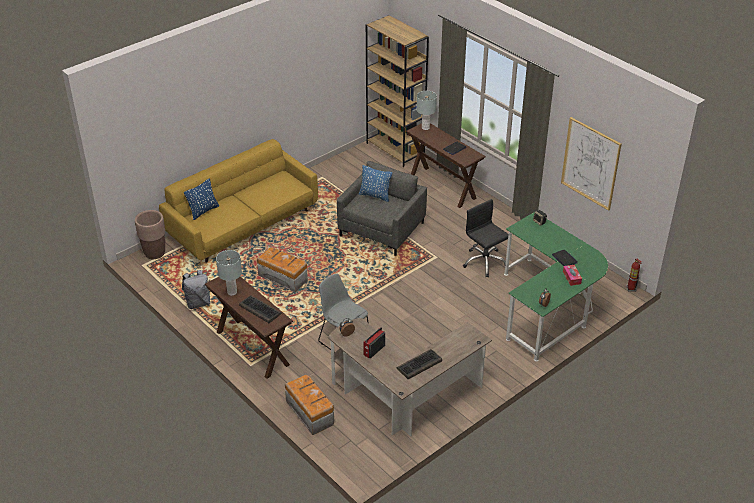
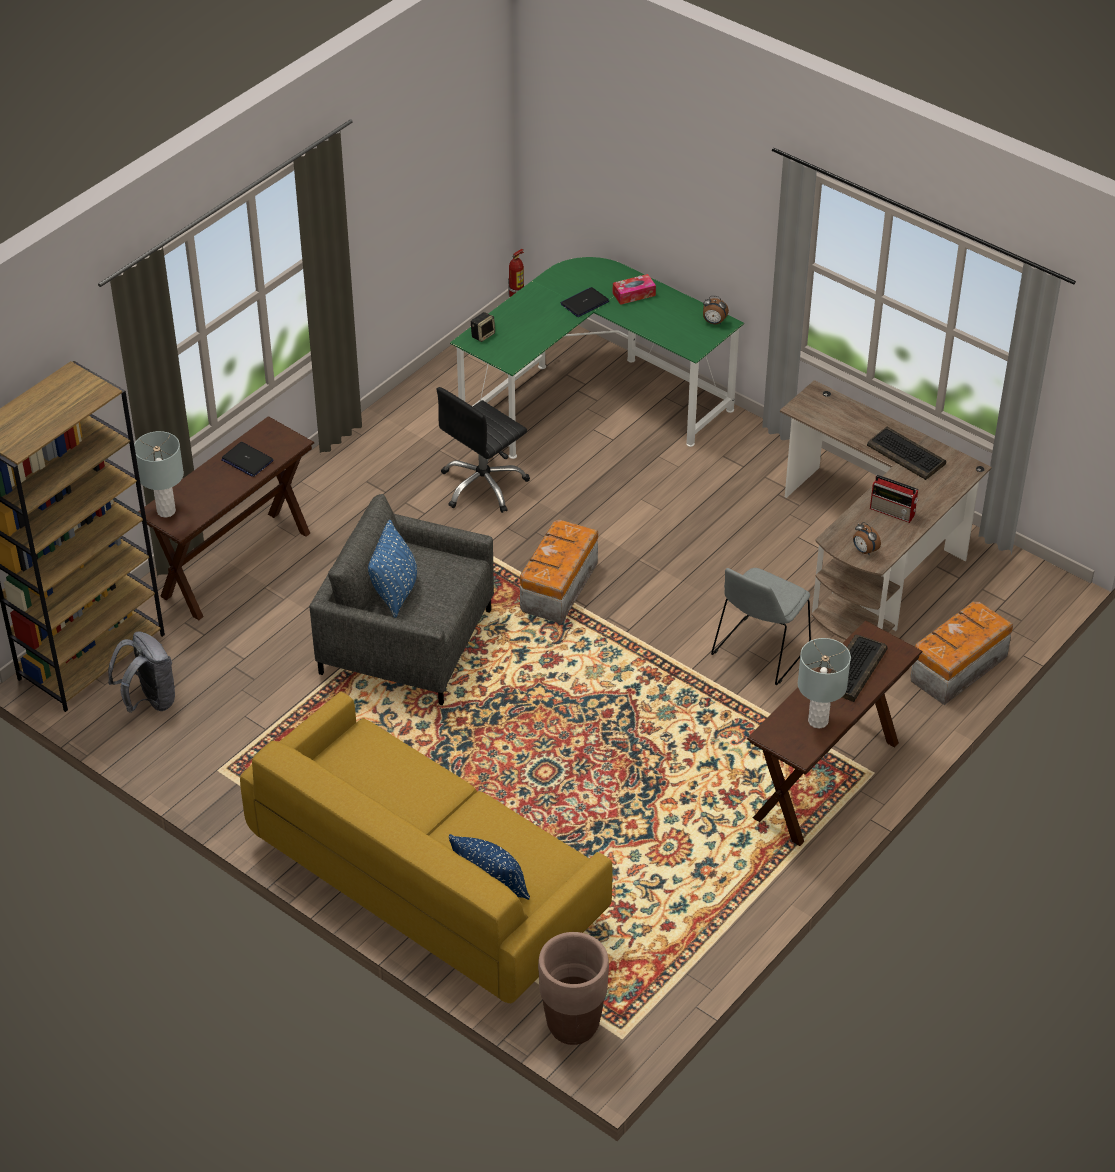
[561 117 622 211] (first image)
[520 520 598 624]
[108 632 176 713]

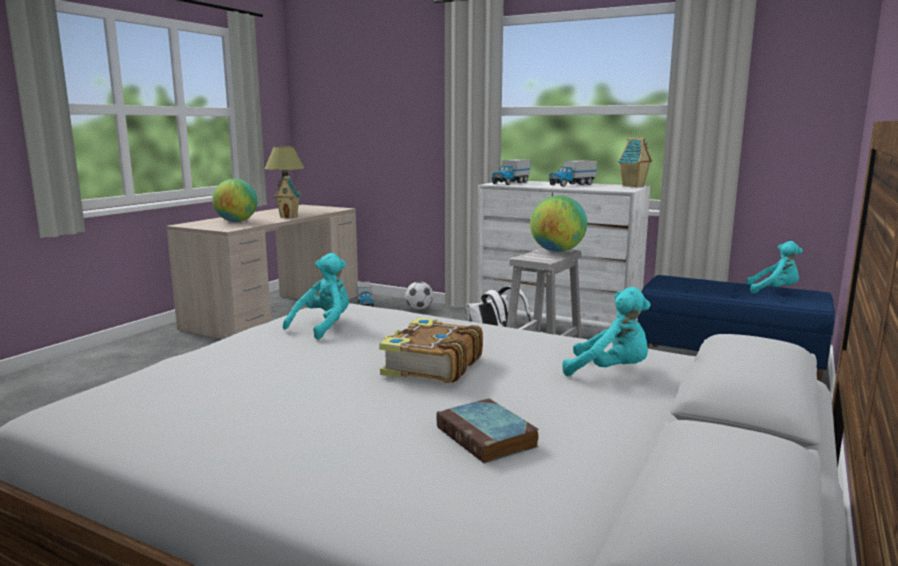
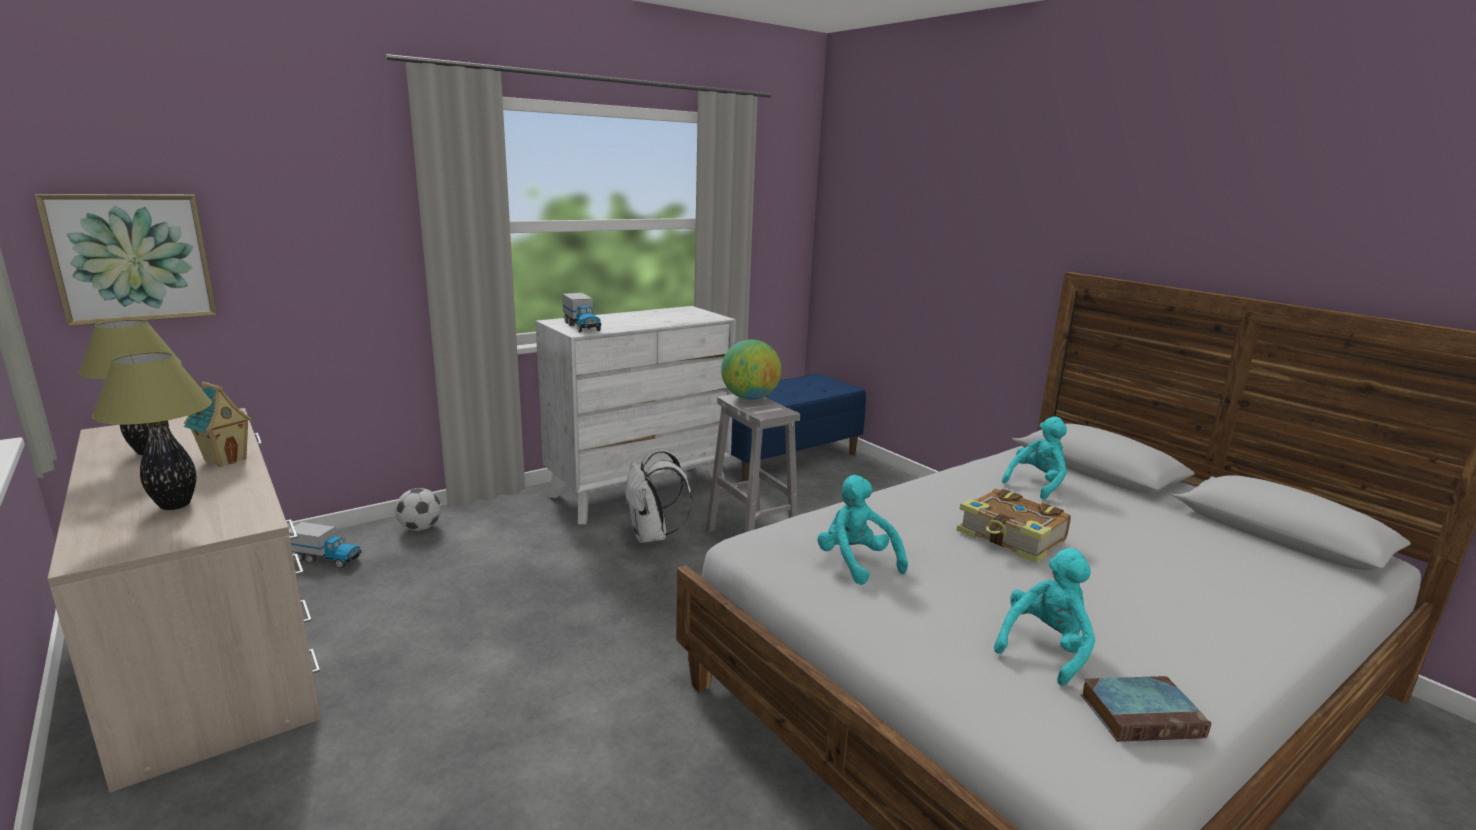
[618 137 652 187] (first image)
[548 160 597 187] (first image)
[92 352 212 510]
[994 548 1095 686]
[1080 676 1211 742]
[34 194 217 326]

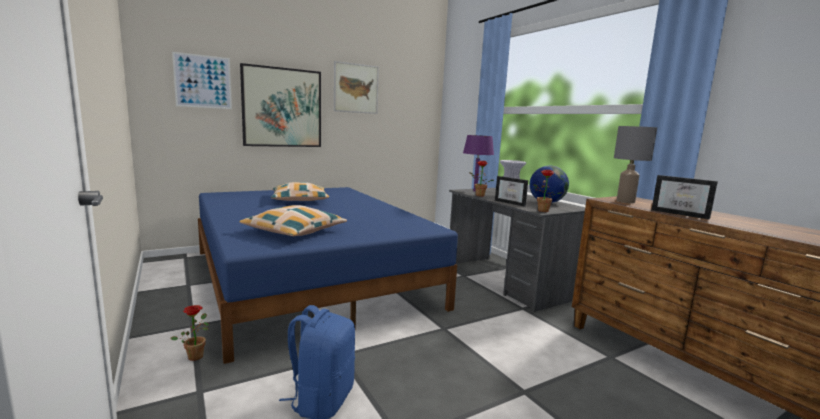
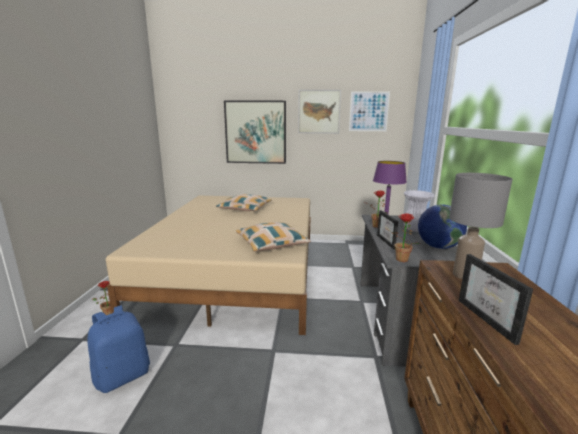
[349 91 390 131]
[106 196 311 335]
[236 222 311 251]

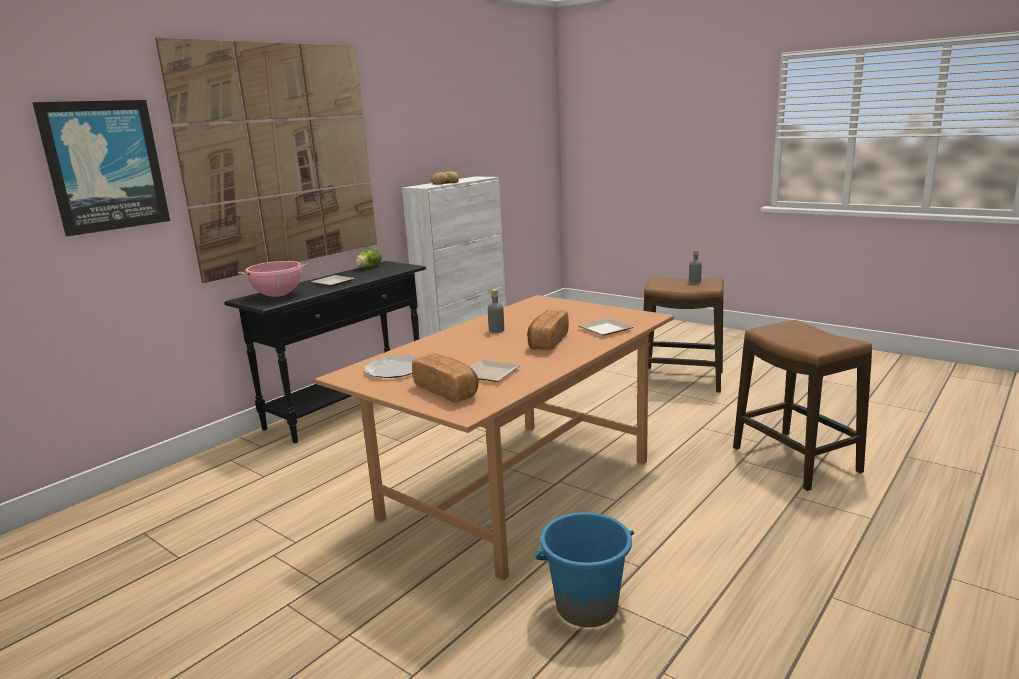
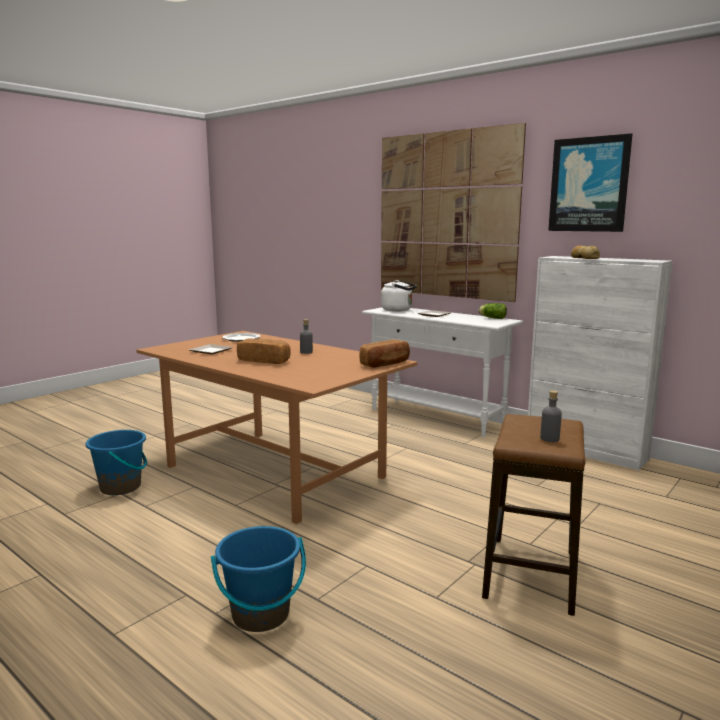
[548 133 632 232]
[362 308 523 437]
[381 280 417 312]
[578 318 634 336] (first image)
[211 526 306 632]
[359 339 410 368]

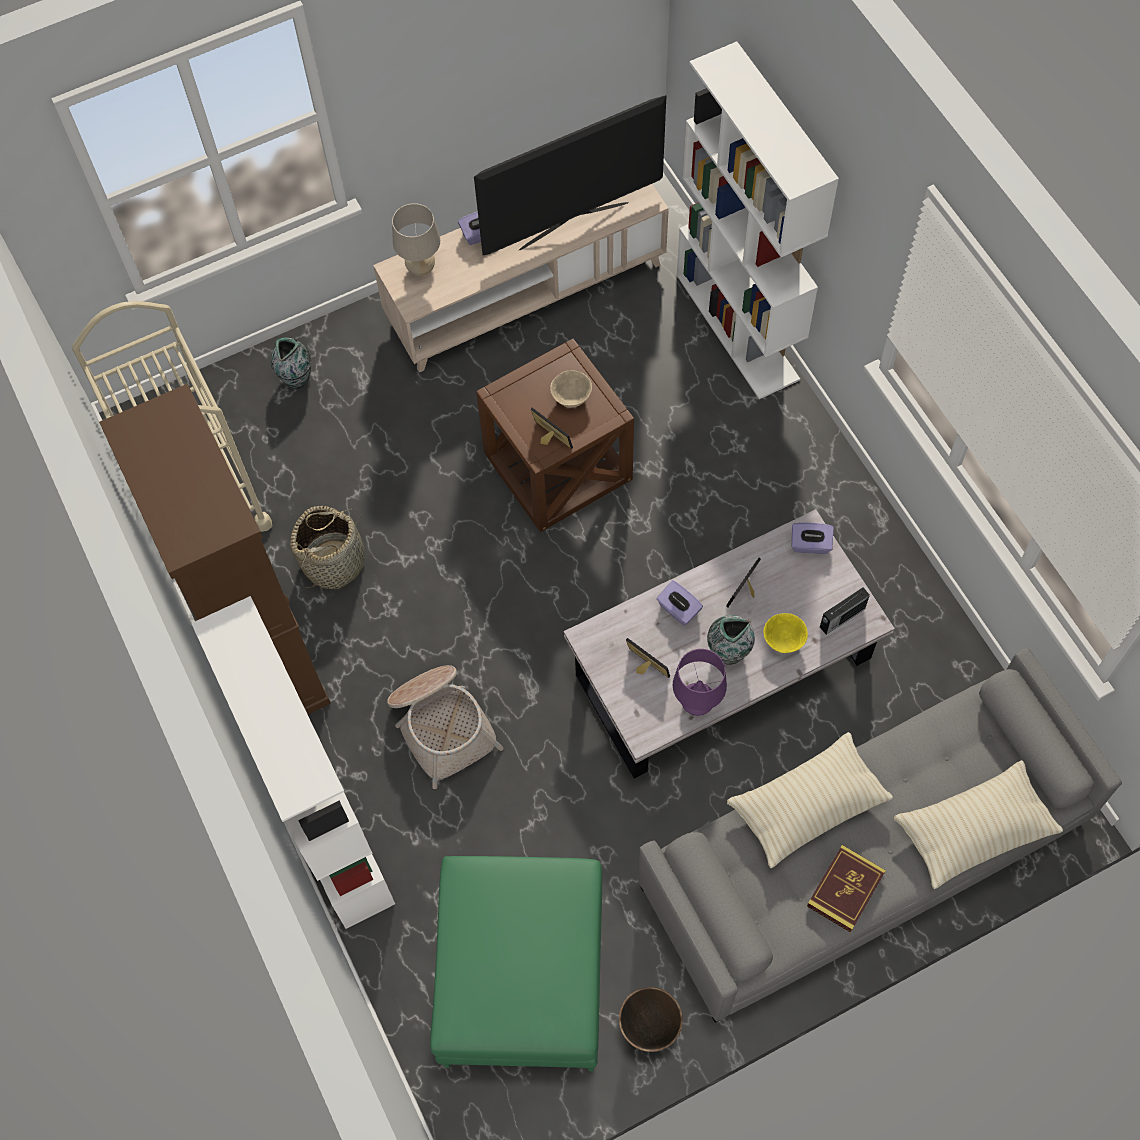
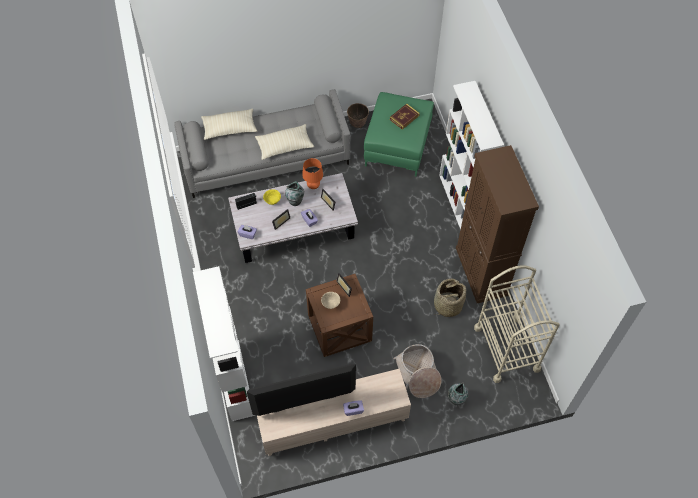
[392 203 440 276] (first image)
[302 158 323 189]
[393 344 442 398]
[389 104 420 130]

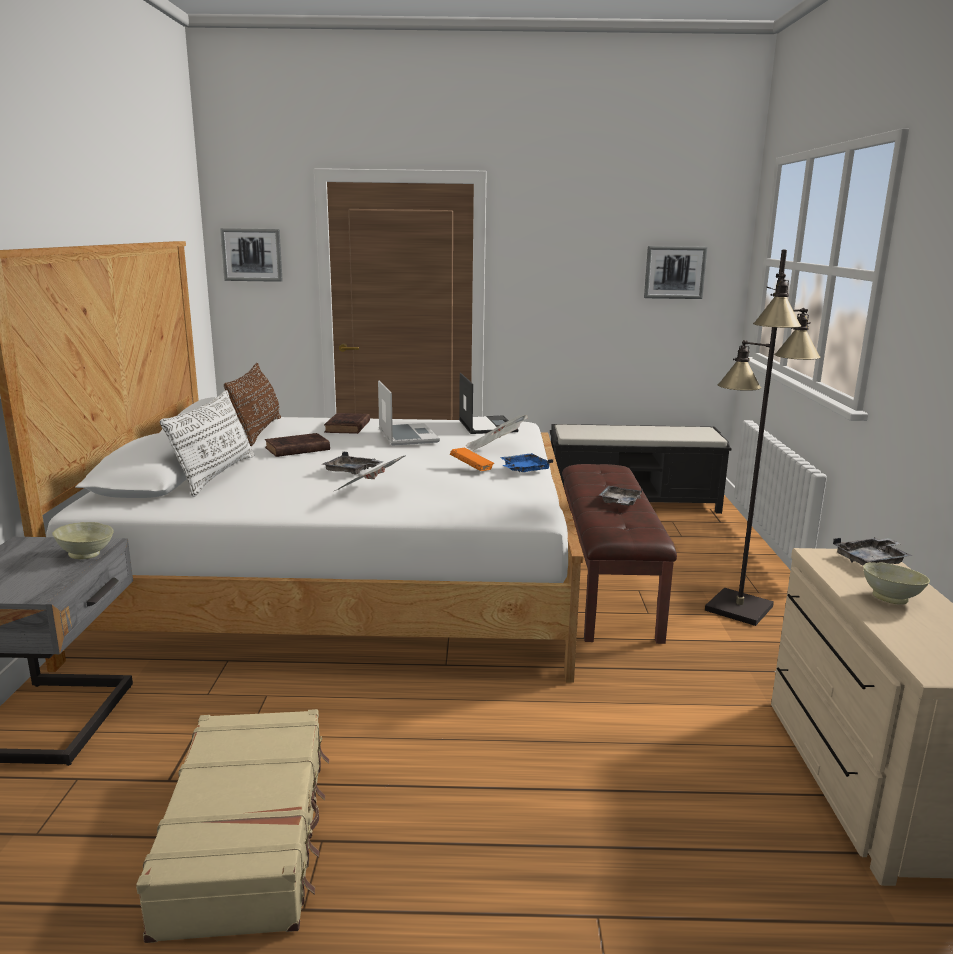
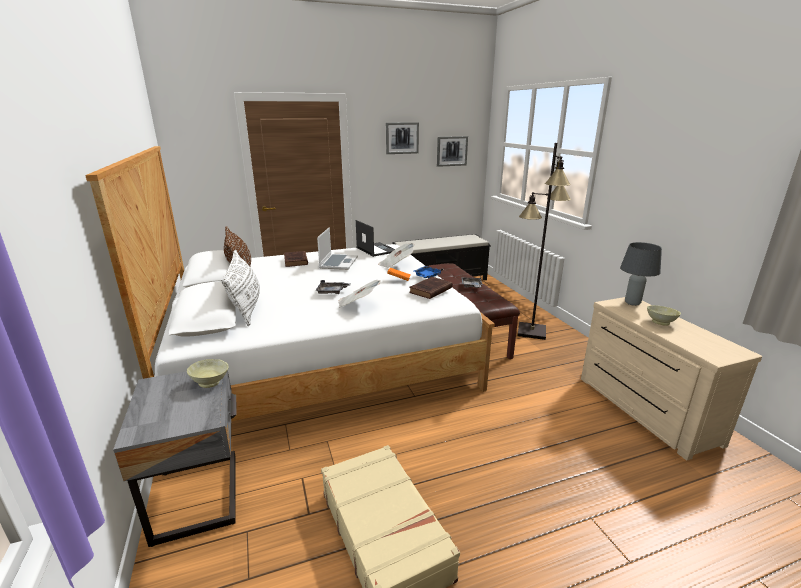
[386 122 419 154]
[317 227 358 270]
[409 277 453 299]
[620 242 662 306]

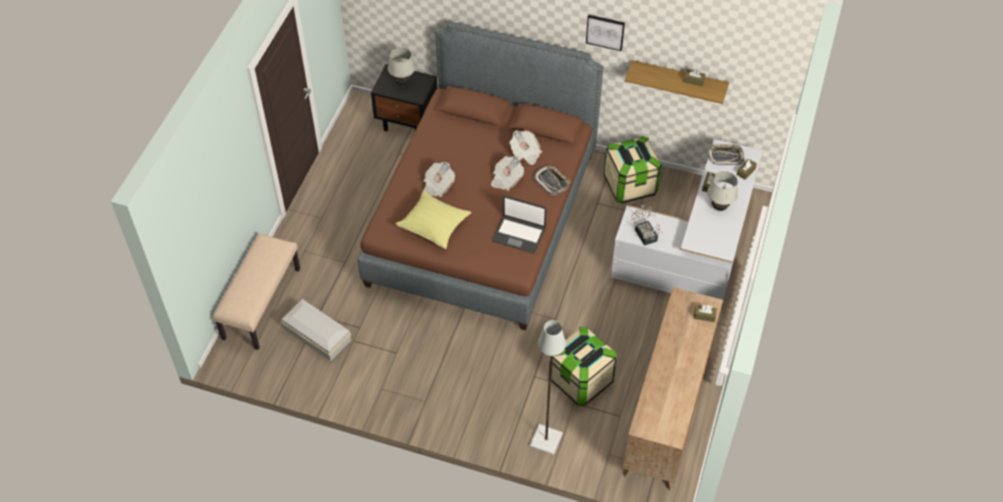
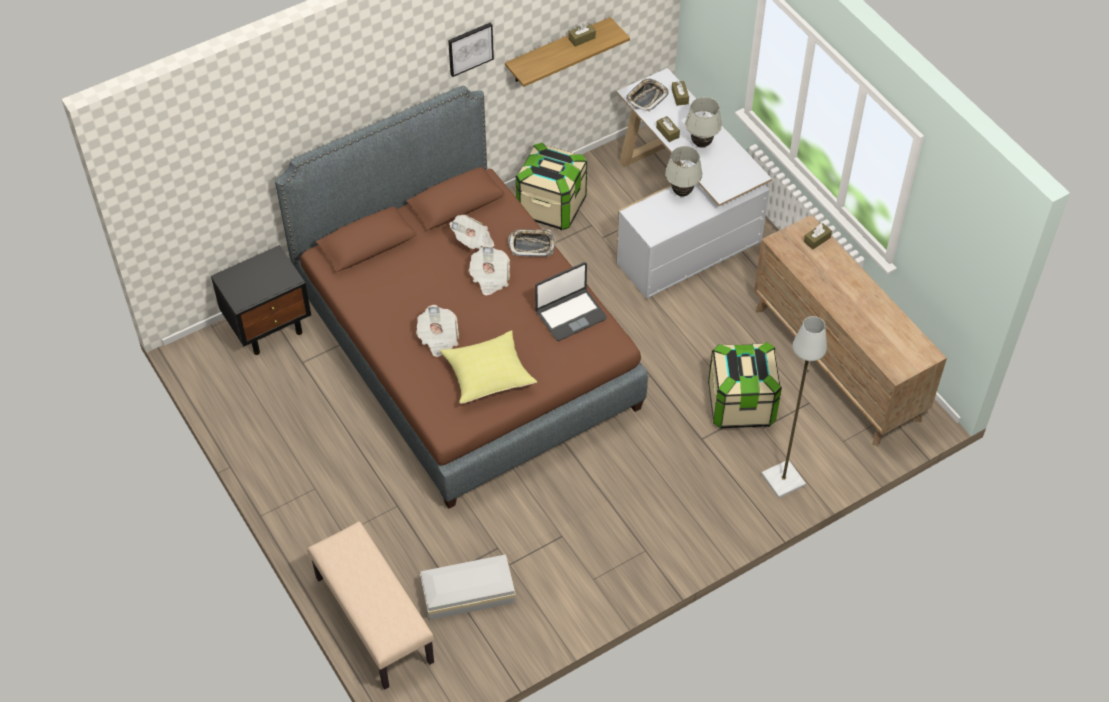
[665 146 702 197]
[630 203 663 246] (first image)

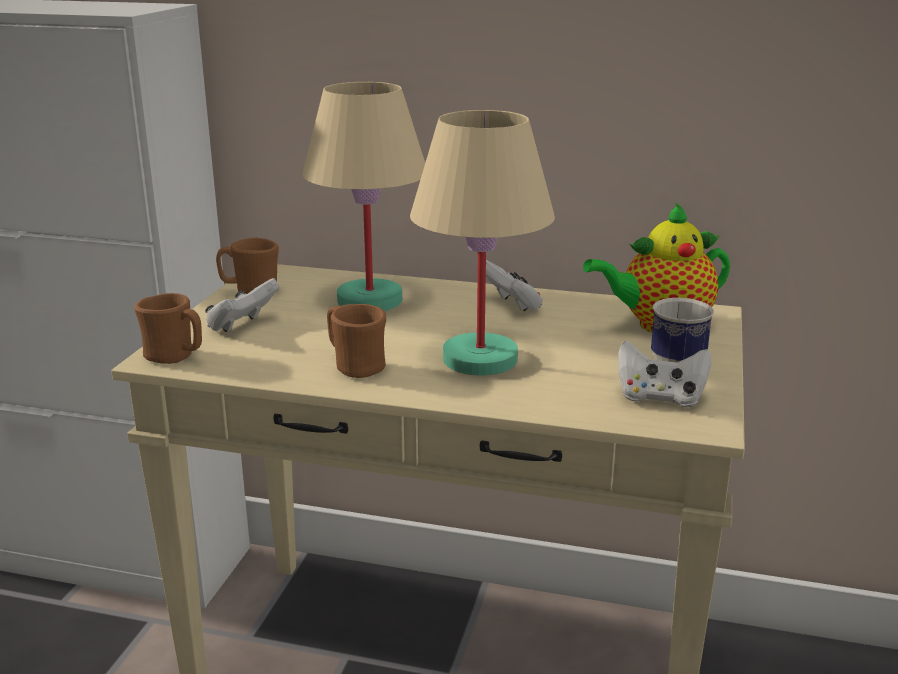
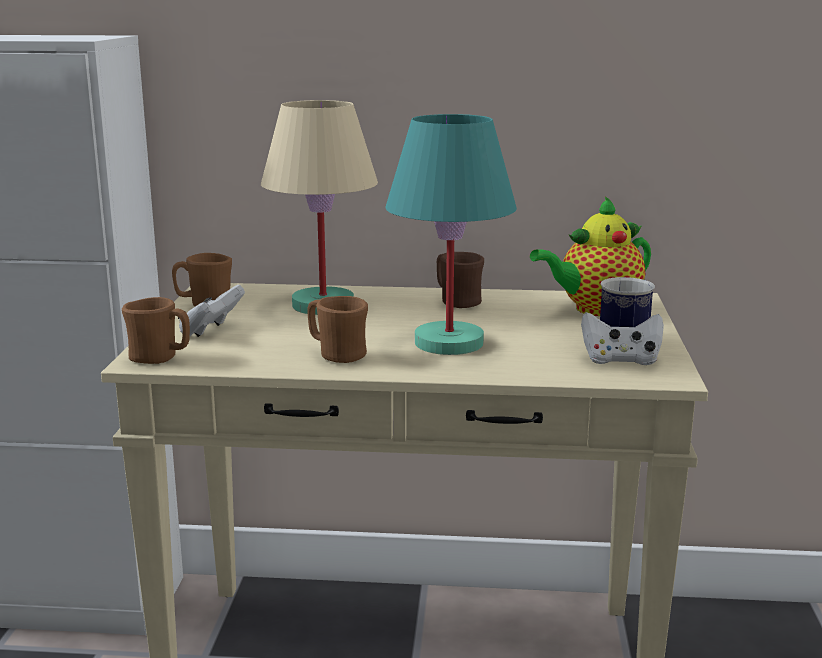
[385 114 517 355]
[437 252 484 308]

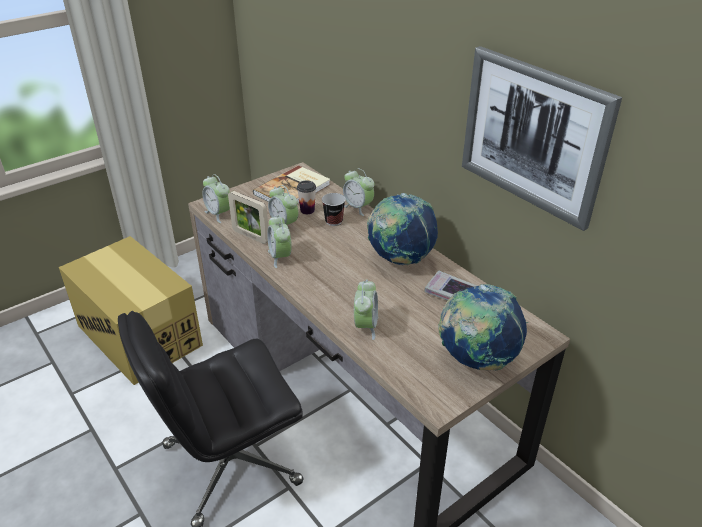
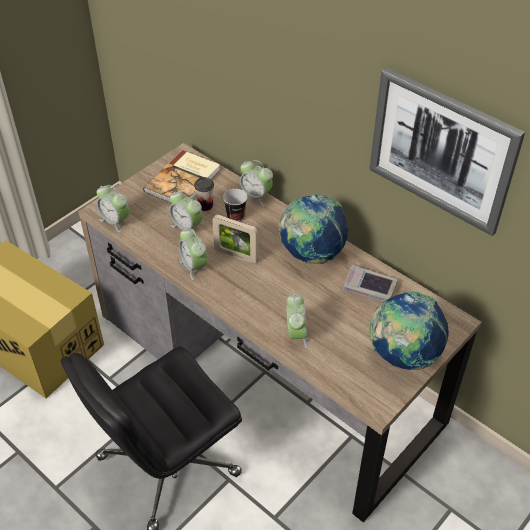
[212 215 258 263]

